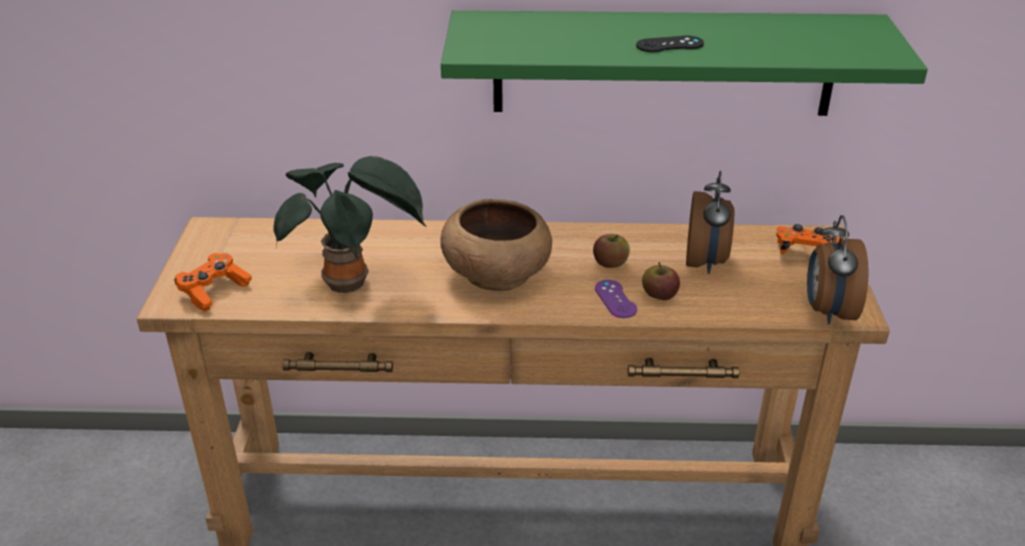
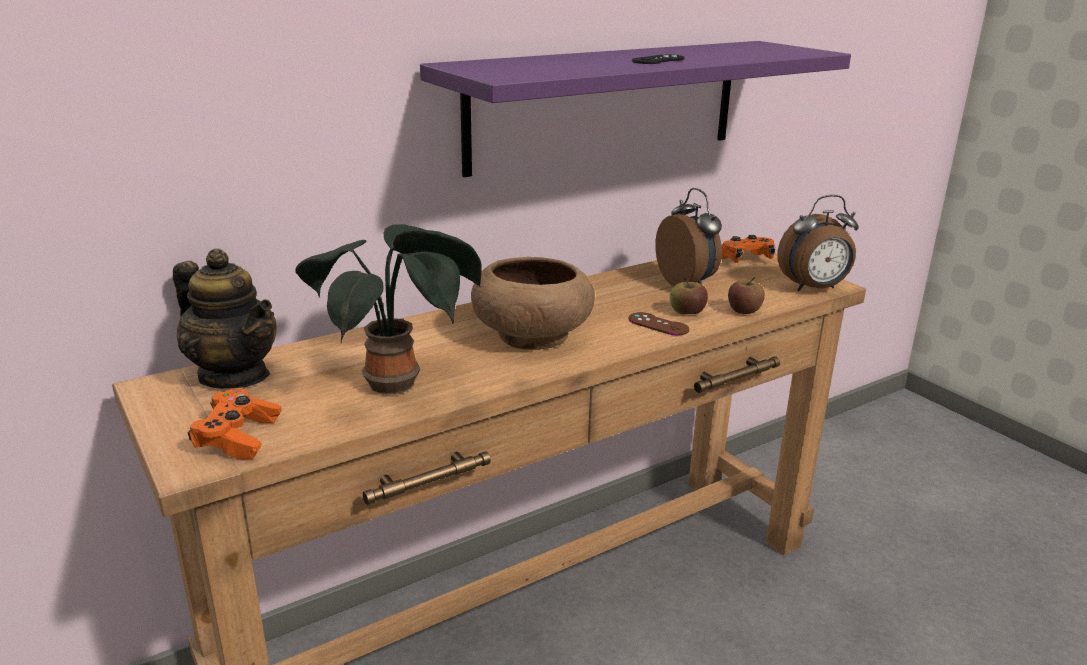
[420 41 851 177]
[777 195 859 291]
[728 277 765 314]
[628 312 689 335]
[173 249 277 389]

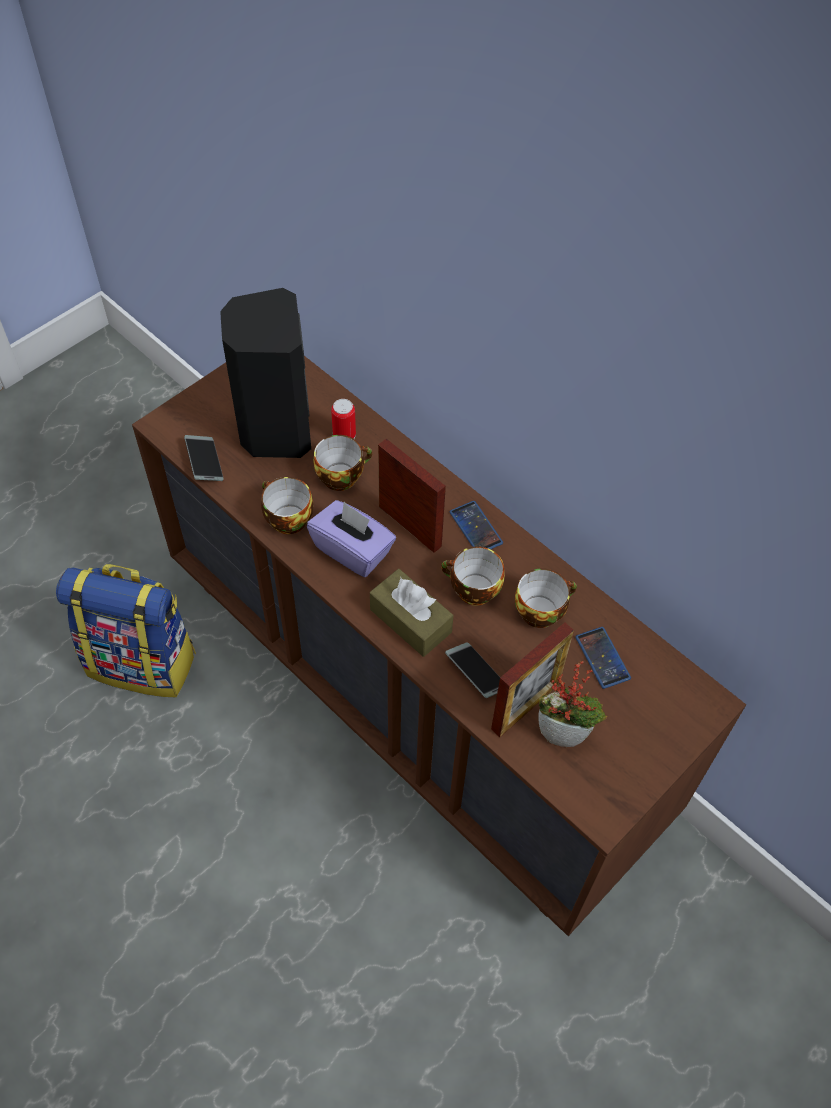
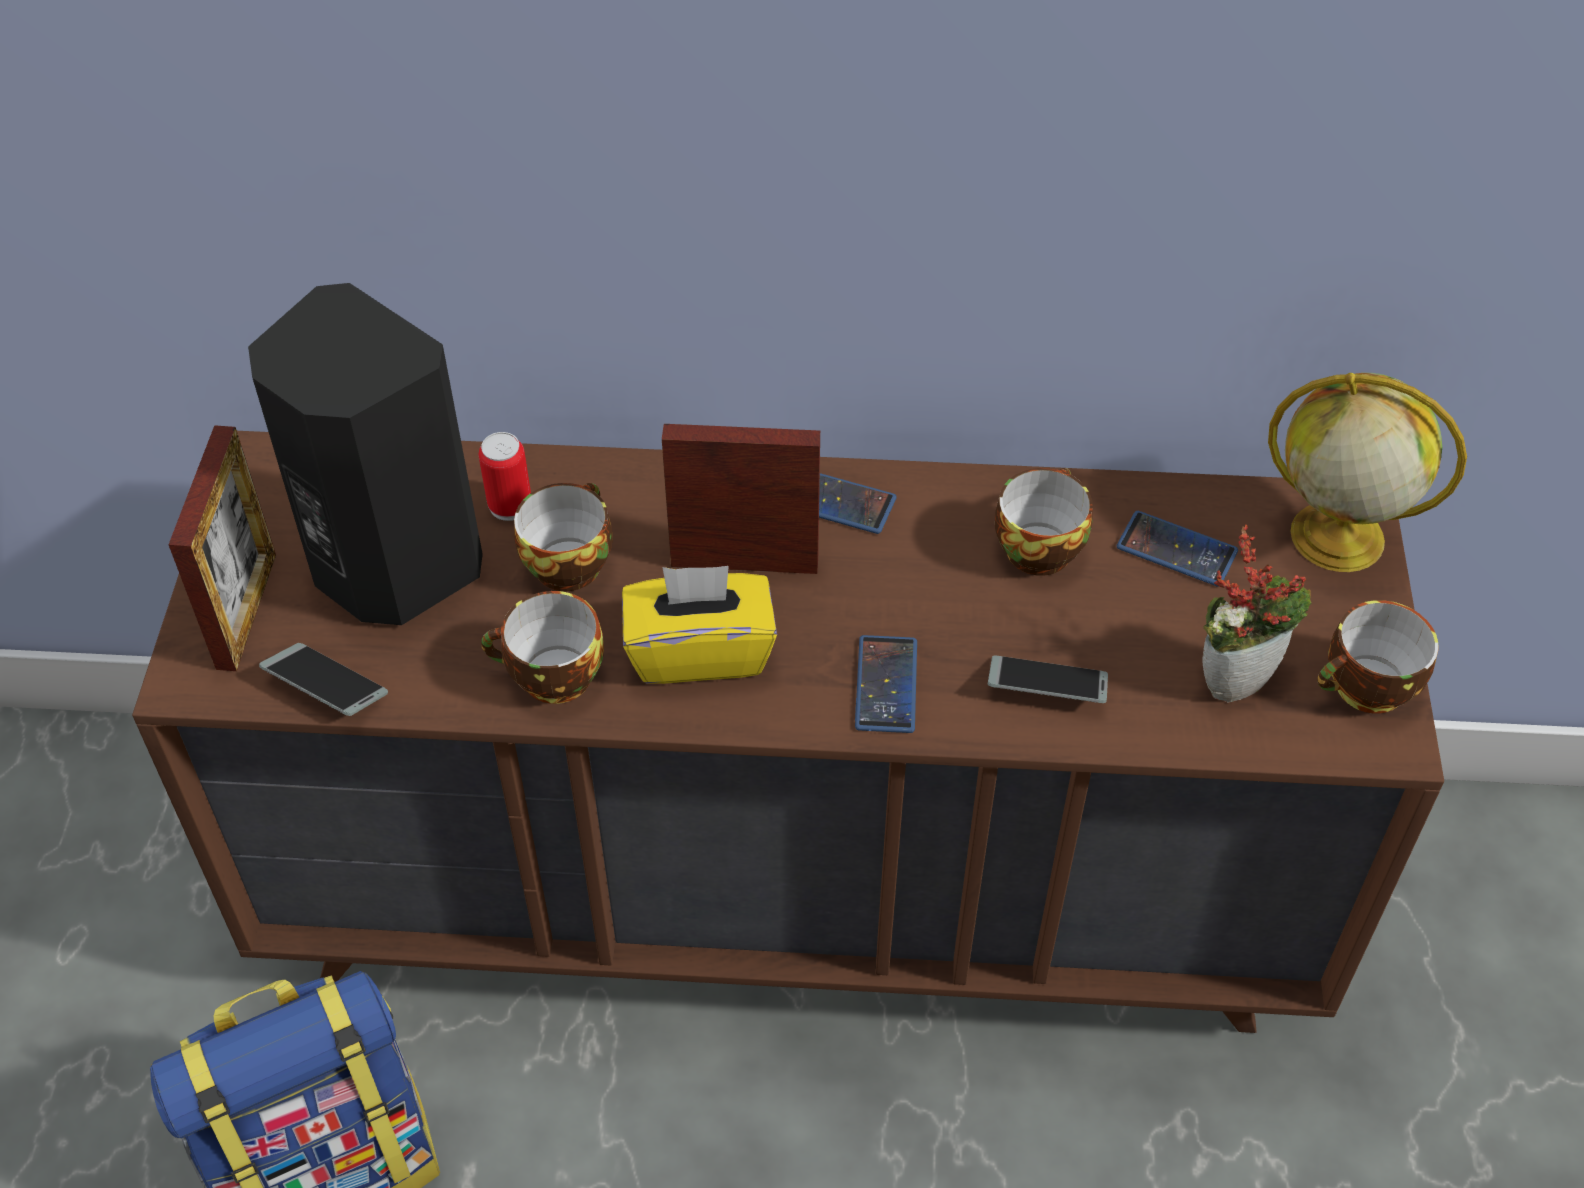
[622 566 777 684]
[1317 600 1438 714]
[855 635 917 733]
[168 425 276 671]
[1268 373 1467 572]

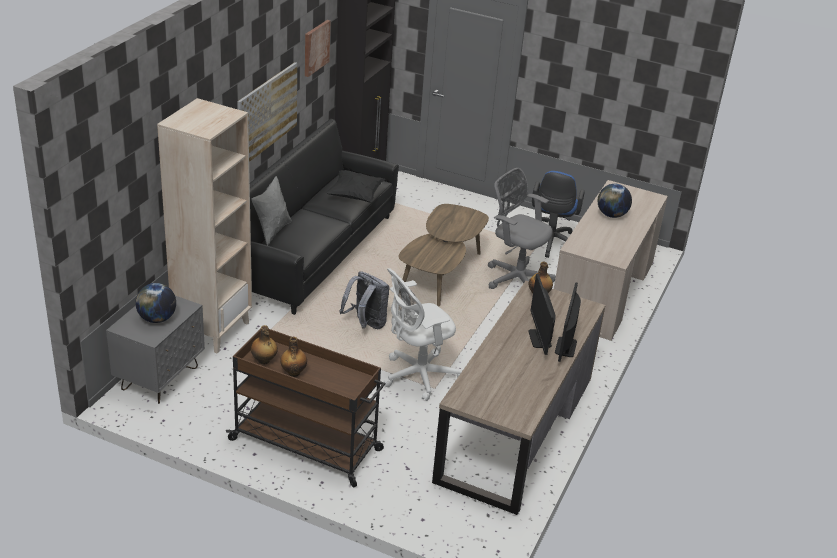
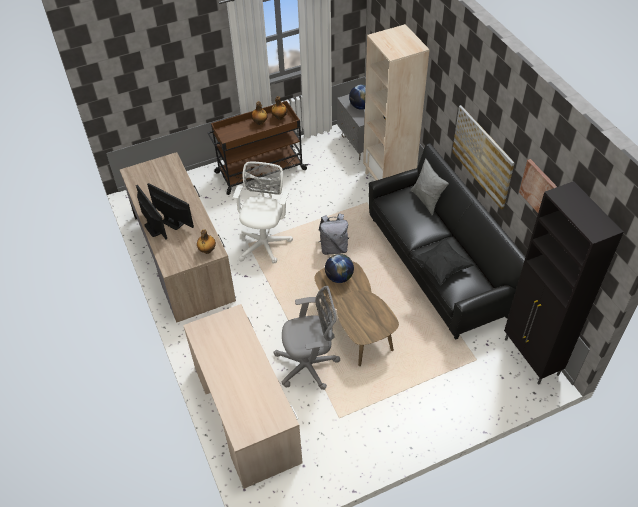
[532 171 585 258] (first image)
[325 254 354 283]

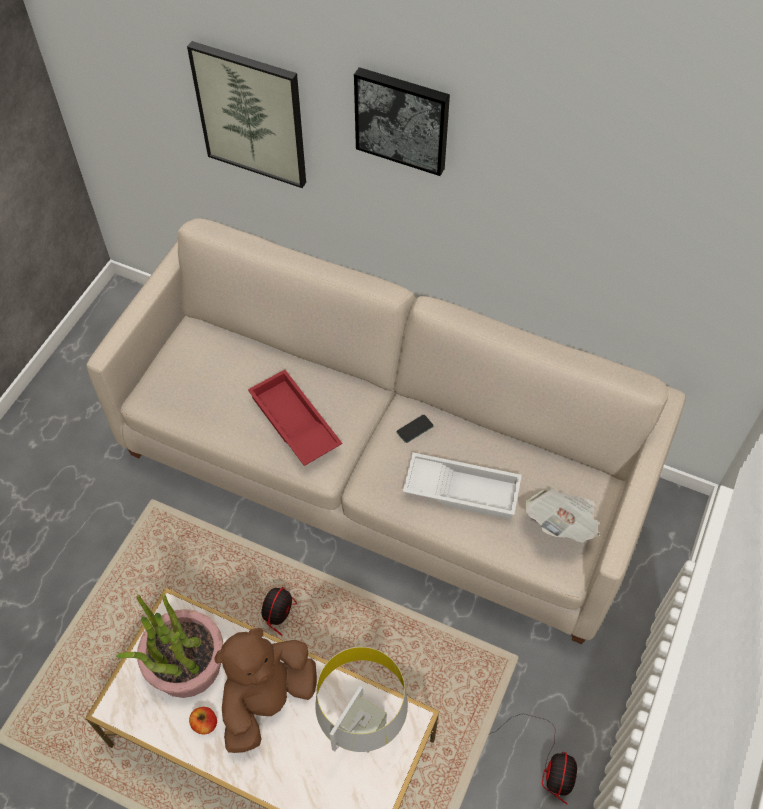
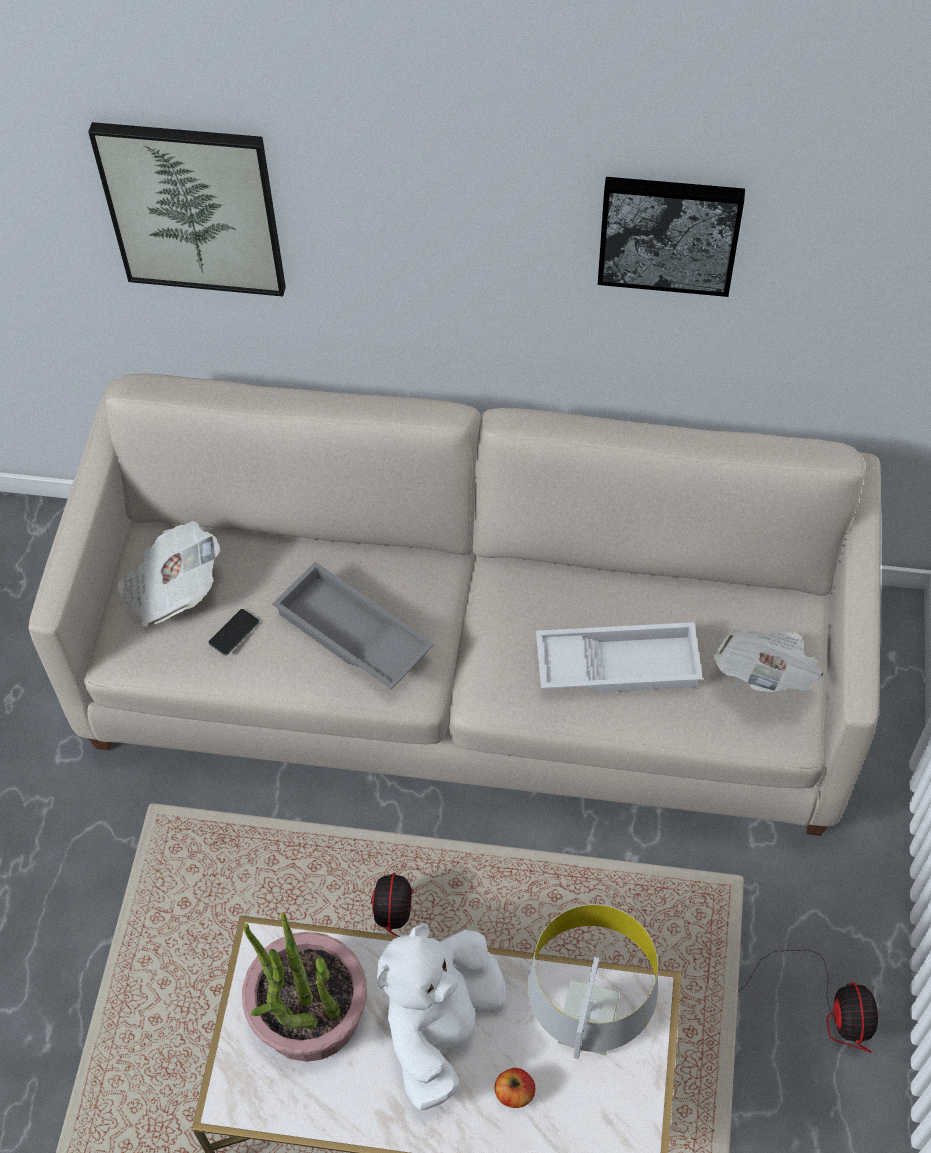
[598 177 745 297]
[272 562 434 690]
[208 609 259 655]
[377 923 506 1110]
[494 1068 535 1108]
[117 521 220 628]

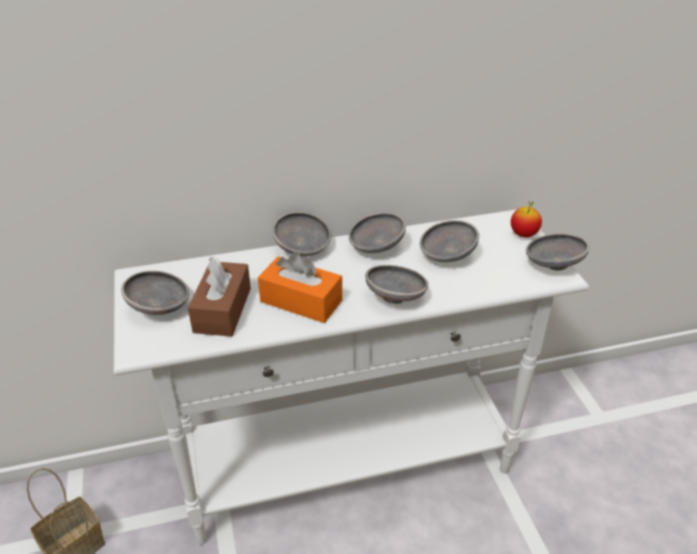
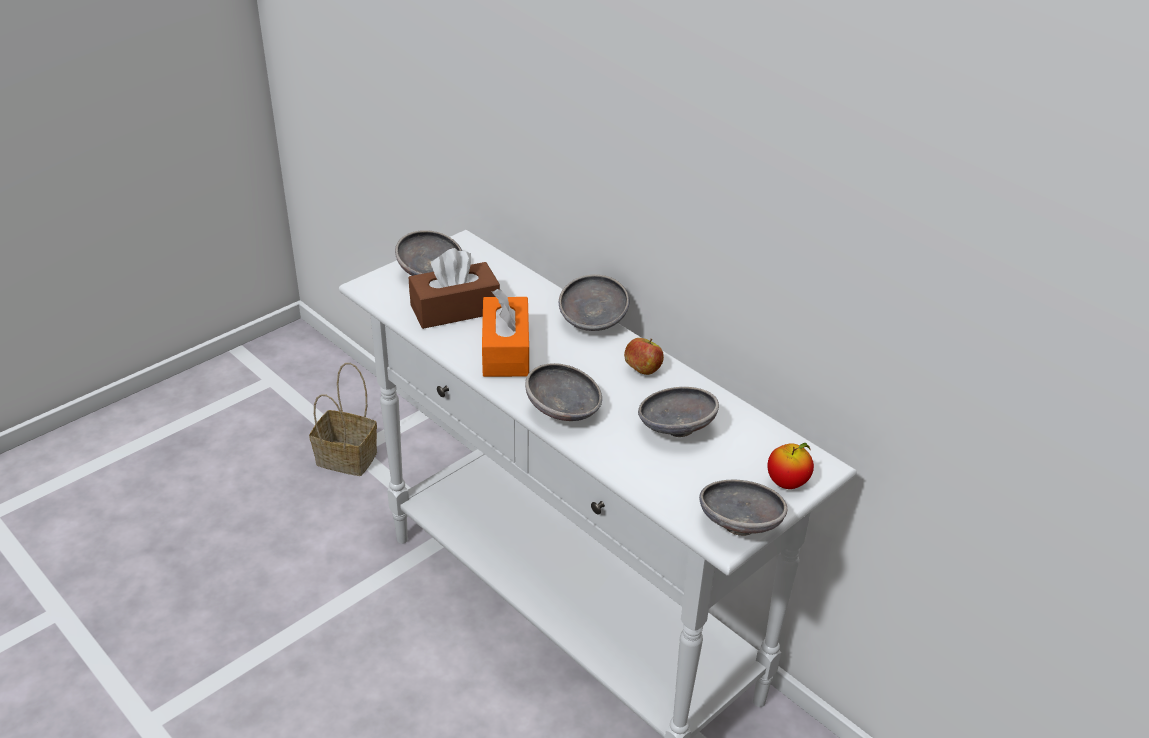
[624 338 664 375]

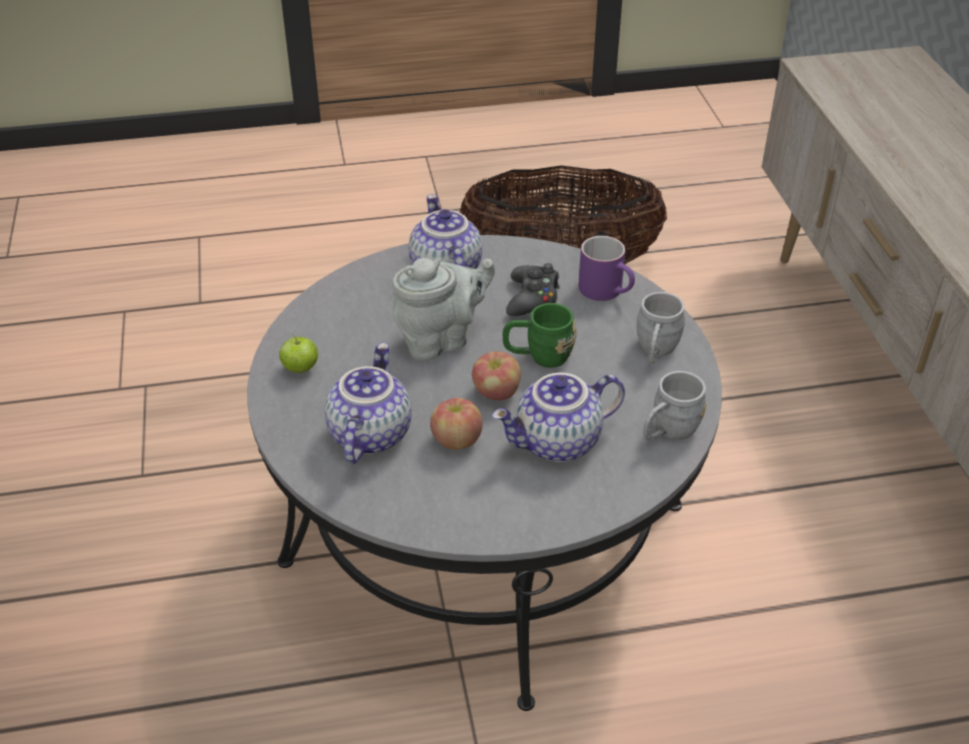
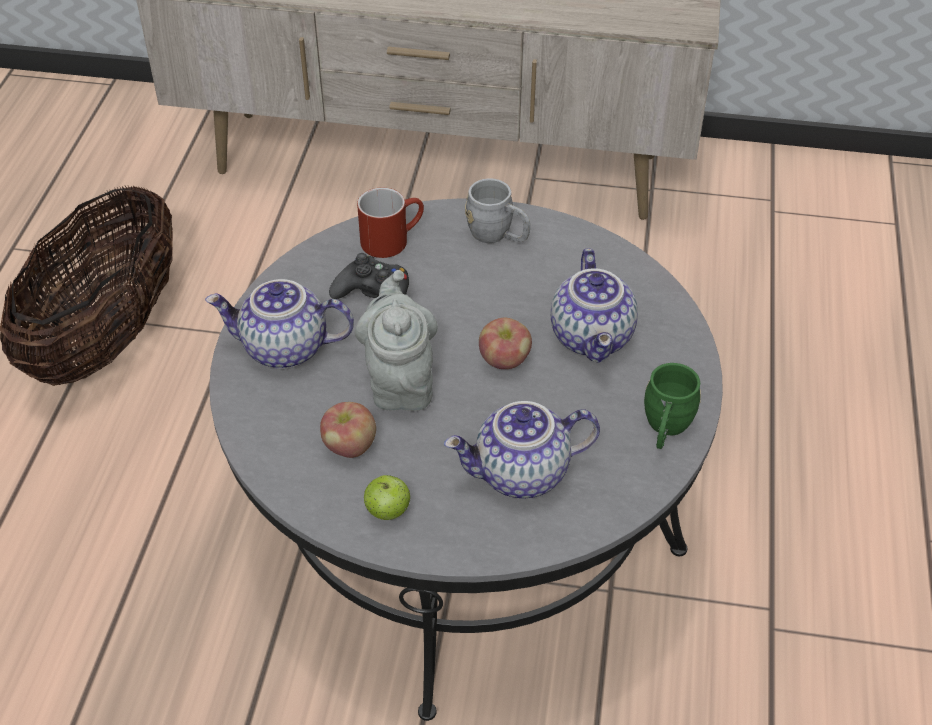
[357 187 424 258]
[644 363 701 449]
[444 401 600 498]
[643 371 707 442] (first image)
[320 402 376 458]

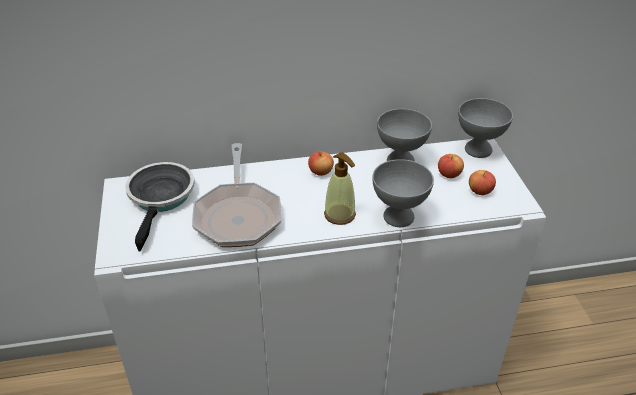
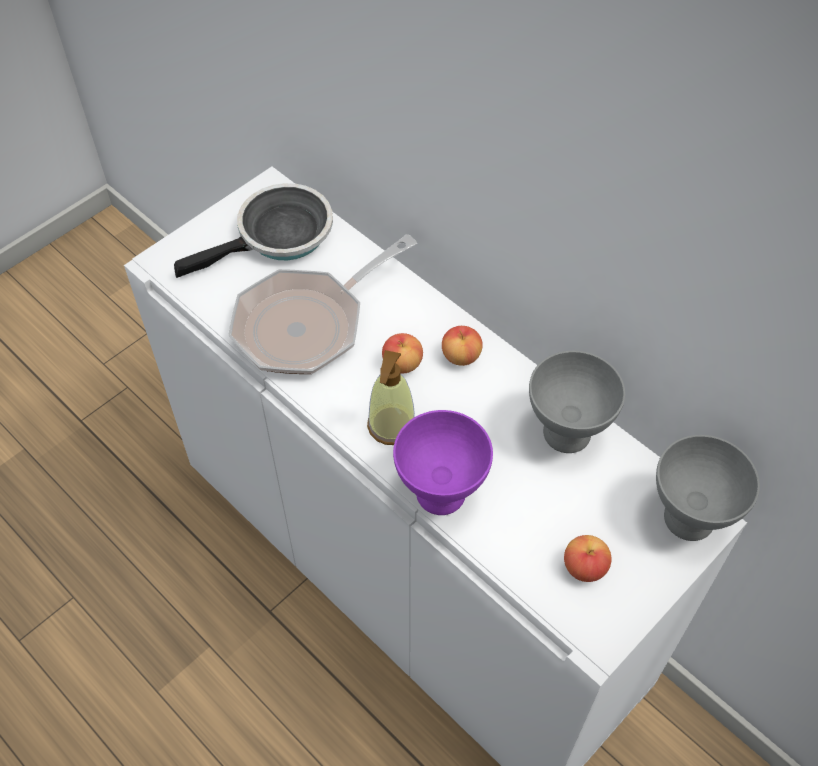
[382 333 423 374]
[393 410 493 515]

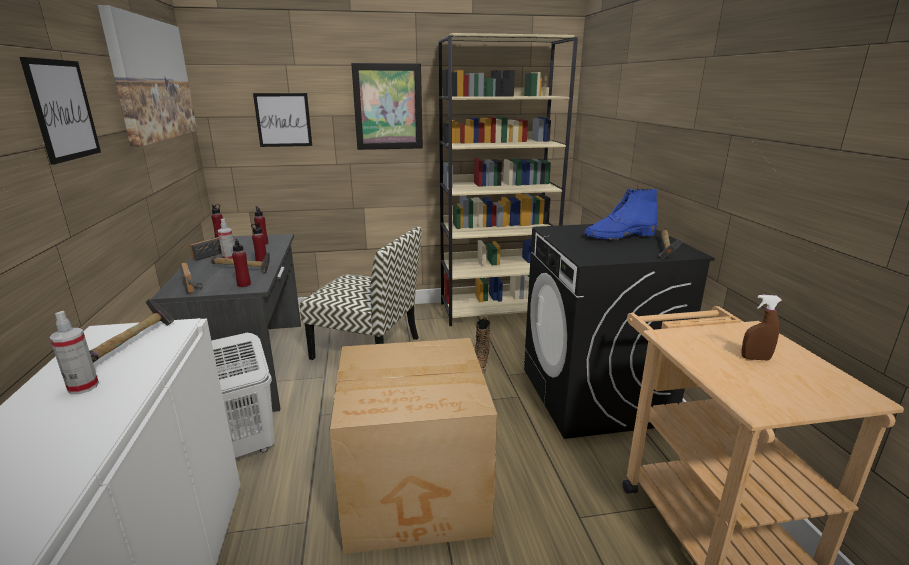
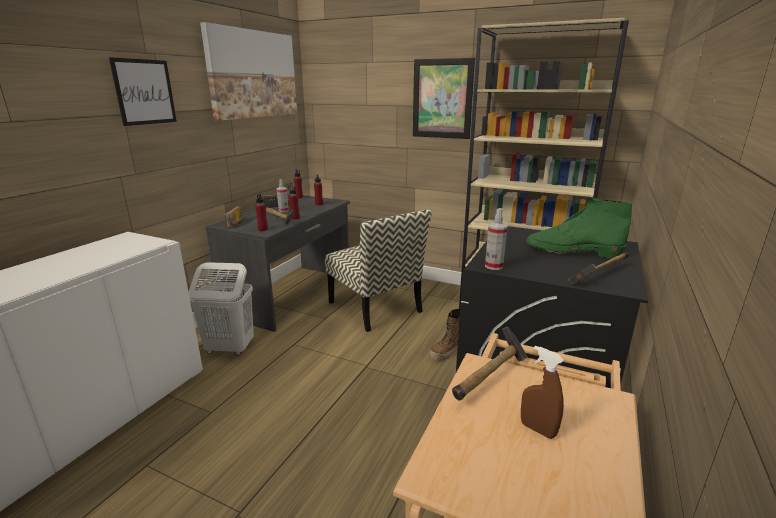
[253 93 312 147] (first image)
[527 198 633 259]
[452 327 527 401]
[485 208 508 270]
[329 338 497 554] (first image)

